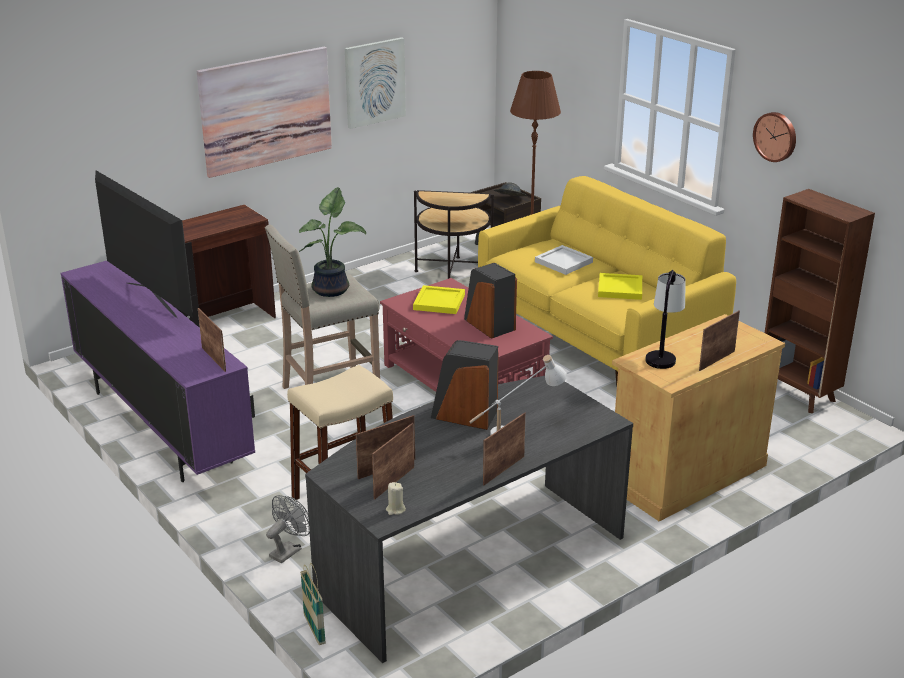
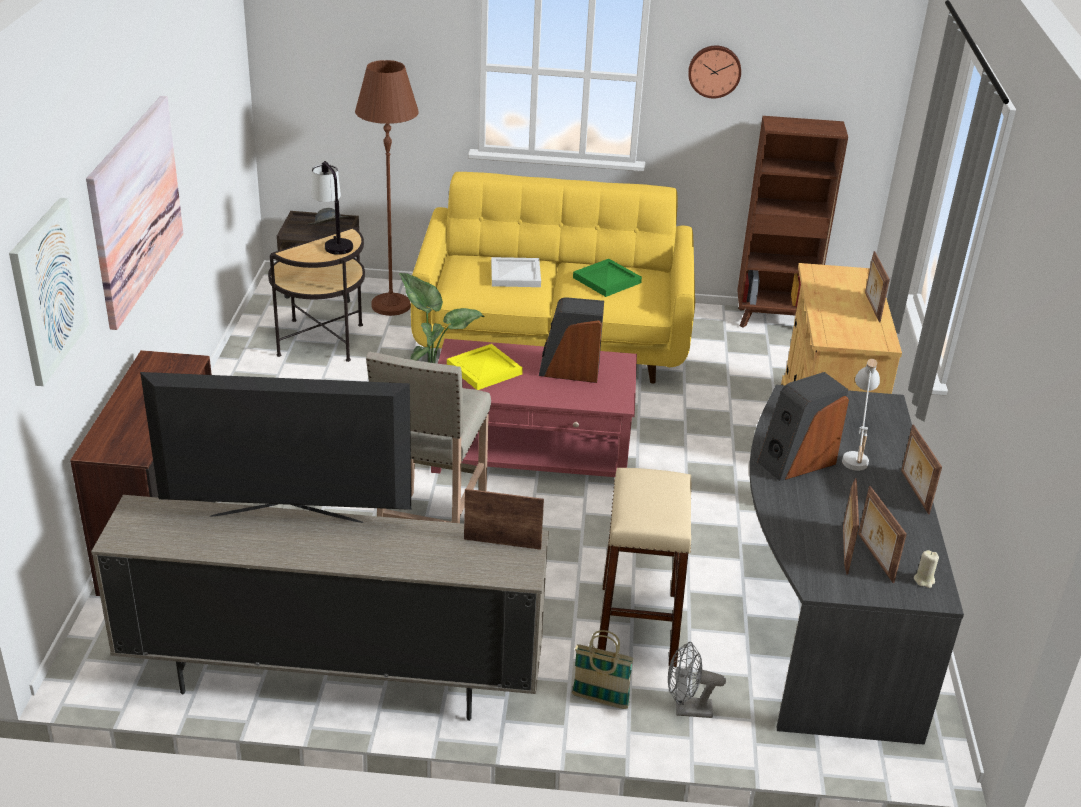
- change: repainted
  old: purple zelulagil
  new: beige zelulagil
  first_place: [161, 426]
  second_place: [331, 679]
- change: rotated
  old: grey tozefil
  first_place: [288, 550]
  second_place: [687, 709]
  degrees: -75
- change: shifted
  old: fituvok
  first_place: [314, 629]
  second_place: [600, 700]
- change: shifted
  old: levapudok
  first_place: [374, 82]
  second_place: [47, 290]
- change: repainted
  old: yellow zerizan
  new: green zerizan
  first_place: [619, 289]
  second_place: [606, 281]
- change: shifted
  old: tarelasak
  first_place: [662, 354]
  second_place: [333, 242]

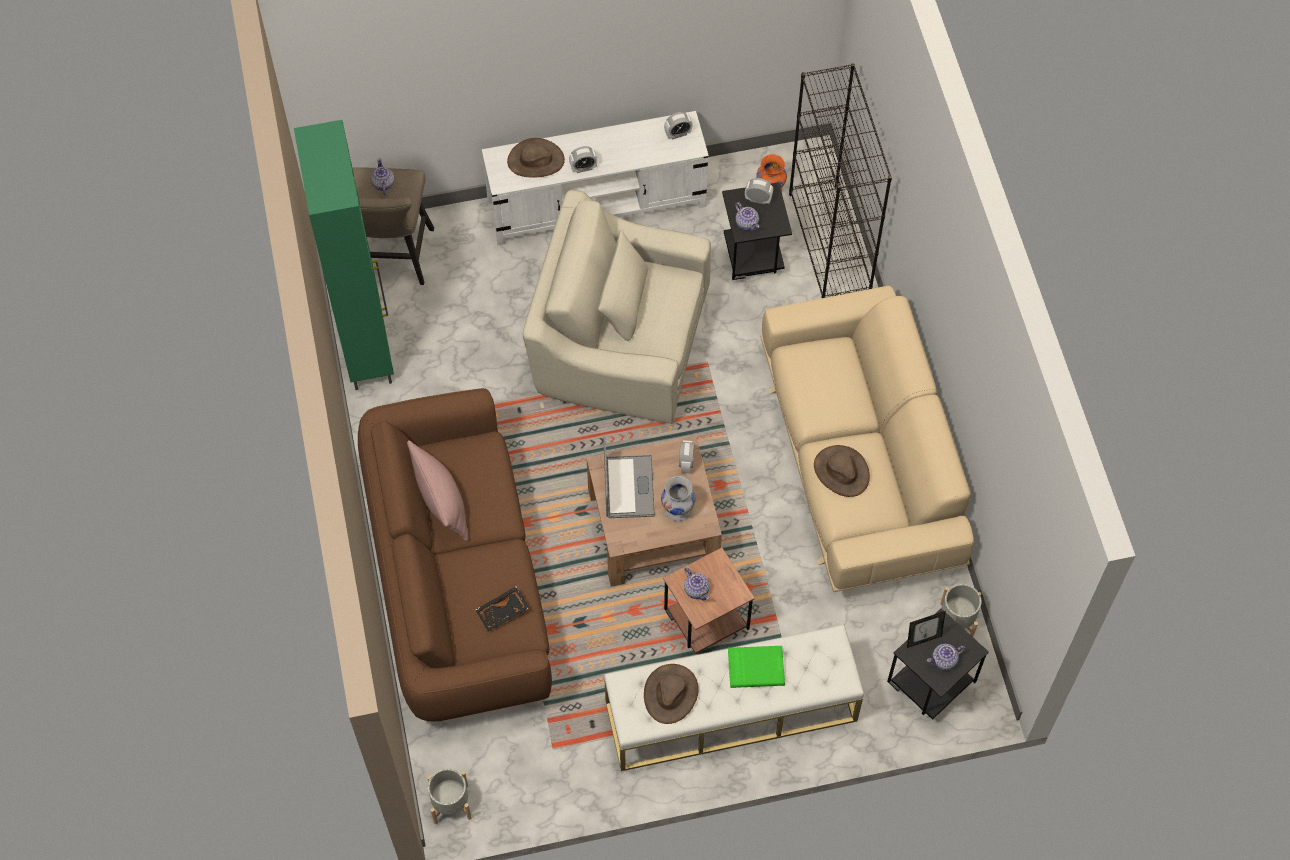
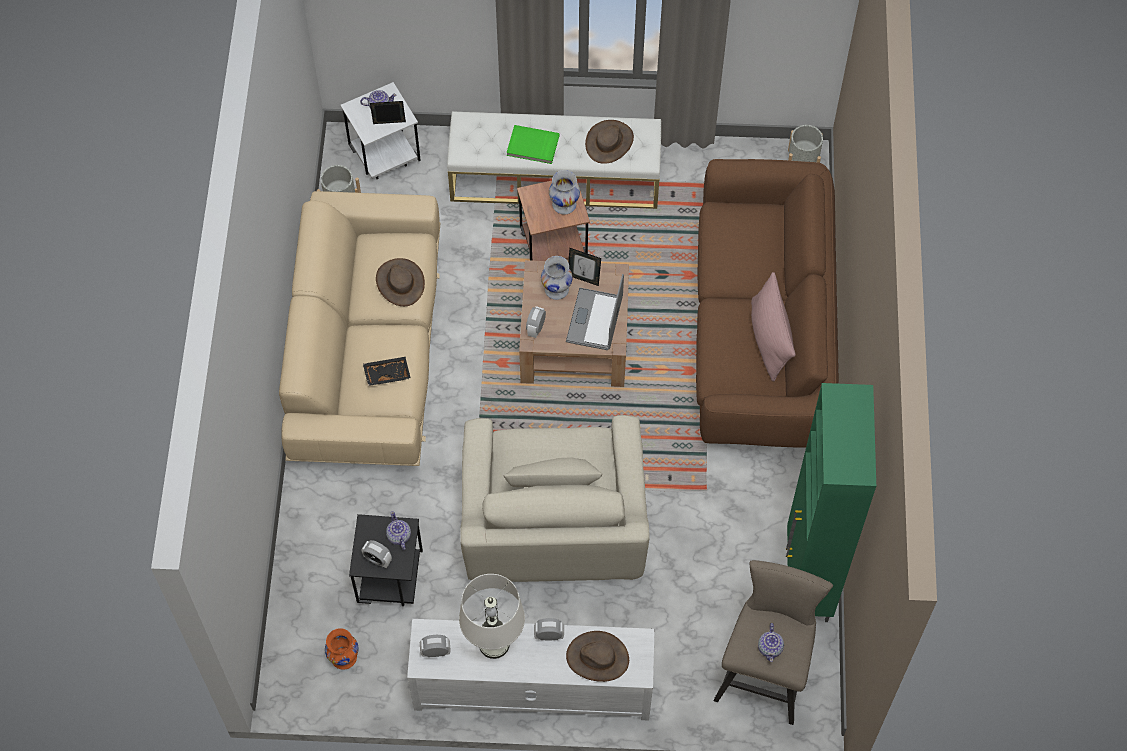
- change: shifted
  old: black zerizan
  first_place: [503, 612]
  second_place: [387, 373]
- change: rotated
  old: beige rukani
  first_place: [619, 341]
  second_place: [553, 525]
  degrees: 60
- change: swapped
  old: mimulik
  new: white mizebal
  first_place: [696, 589]
  second_place: [564, 205]
- change: gone
  old: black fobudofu
  first_place: [830, 243]
- change: repainted
  old: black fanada
  new: white fanada
  first_place: [929, 685]
  second_place: [385, 160]
- change: new
  new: white tarelasak
  second_place: [494, 644]
- change: new
  new: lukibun
  second_place: [583, 278]

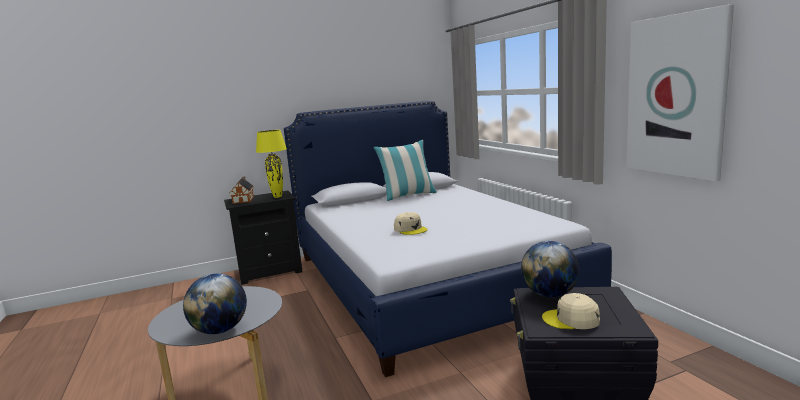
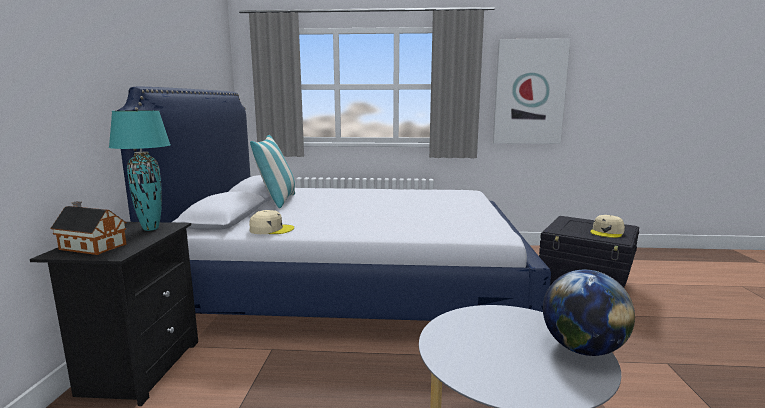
- change: repainted
  old: yellow tarelasak
  new: turquoise tarelasak
  first_place: [277, 197]
  second_place: [150, 228]
- change: shifted
  old: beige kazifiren
  first_place: [410, 229]
  second_place: [271, 229]
- change: gone
  old: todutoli
  first_place: [549, 294]

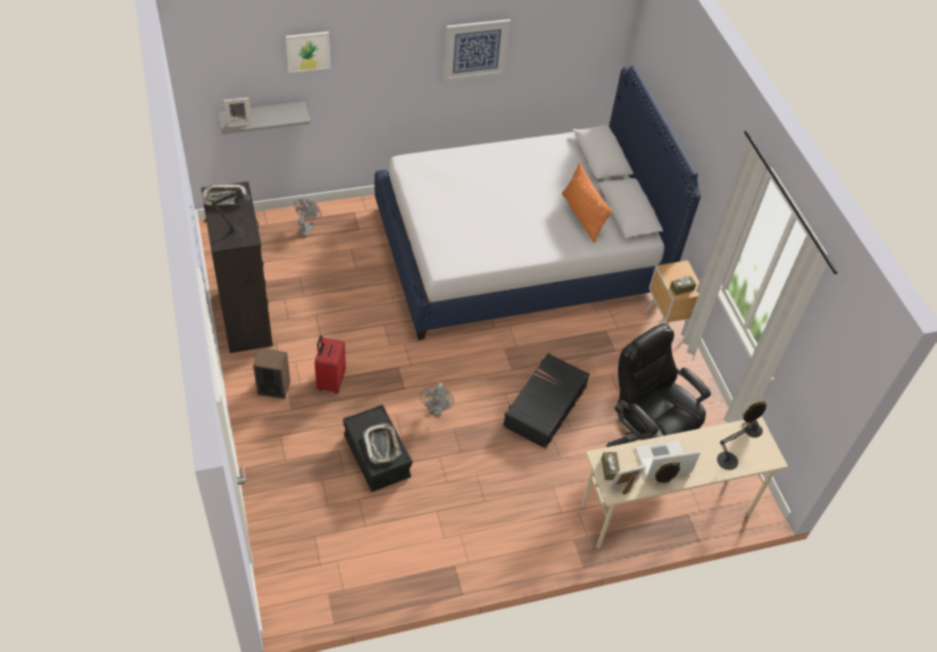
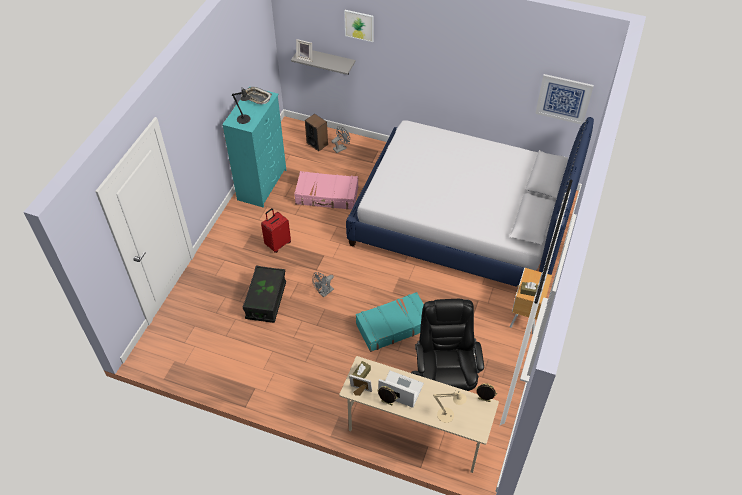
- change: repainted
  old: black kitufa
  new: turquoise kitufa
  first_place: [246, 317]
  second_place: [262, 184]
- change: shifted
  old: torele
  first_place: [273, 388]
  second_place: [317, 143]
- change: gone
  old: zerizan
  first_place: [382, 445]
- change: shifted
  old: levapudok
  first_place: [476, 49]
  second_place: [563, 99]
- change: repainted
  old: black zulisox
  new: turquoise zulisox
  first_place: [544, 406]
  second_place: [393, 326]
- change: gone
  old: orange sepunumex
  first_place: [582, 216]
- change: repainted
  old: black tarelasak
  new: beige tarelasak
  first_place: [730, 460]
  second_place: [448, 416]
- change: new
  new: pink zulisox
  second_place: [327, 196]

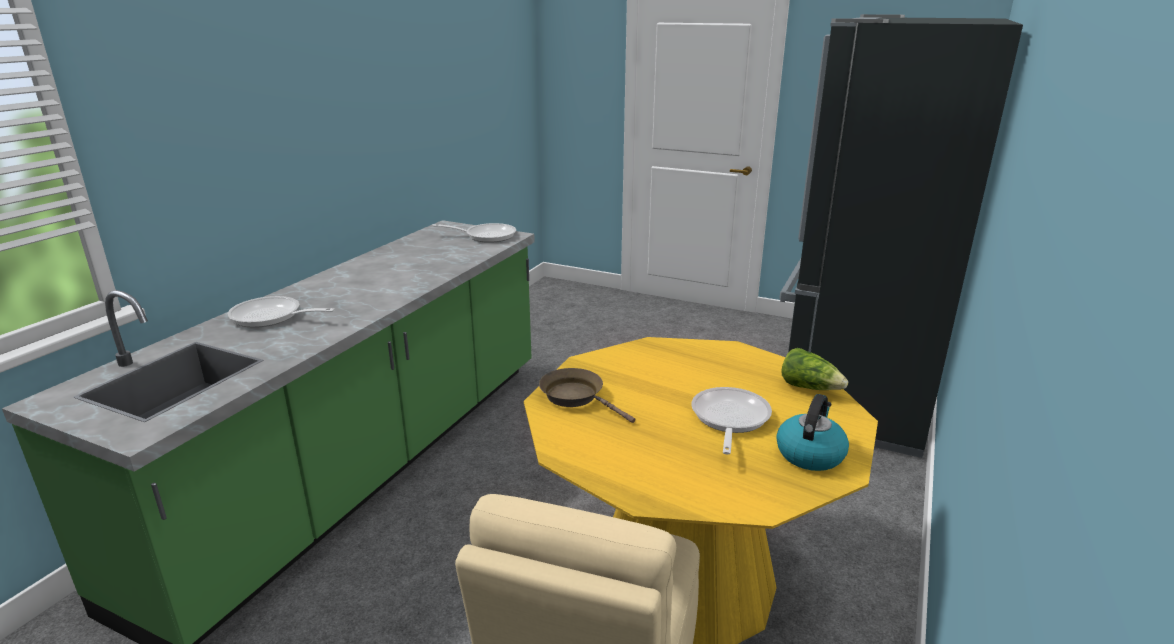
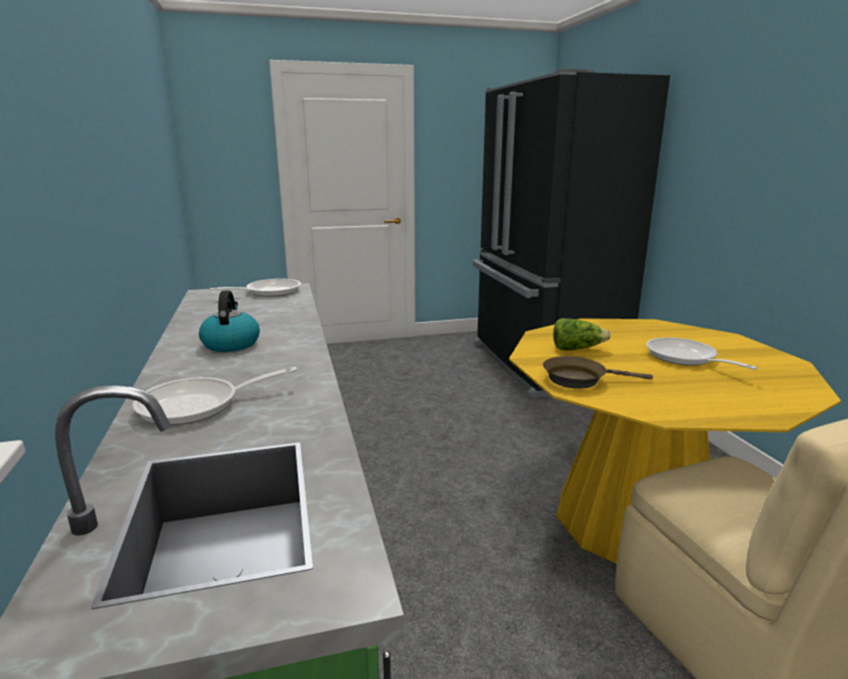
- change: shifted
  old: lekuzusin
  first_place: [810, 454]
  second_place: [231, 344]
- change: shifted
  old: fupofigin
  first_place: [810, 388]
  second_place: [577, 349]

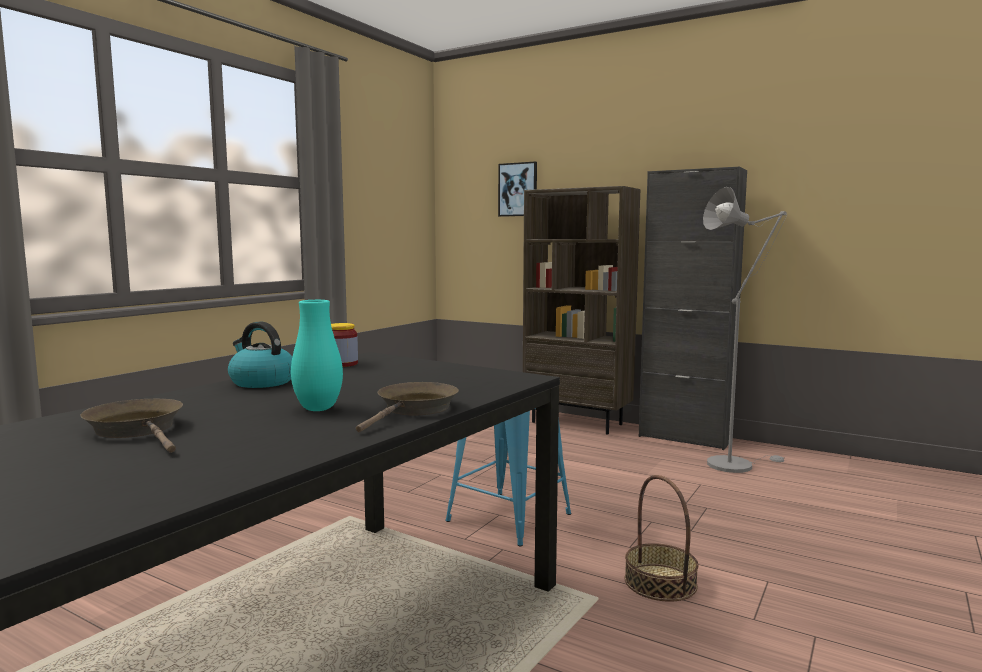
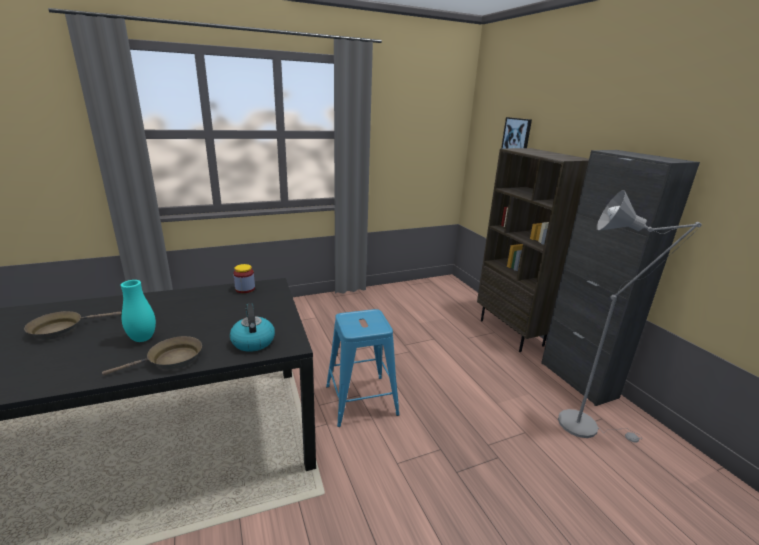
- change: rotated
  old: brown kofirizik
  first_place: [138, 430]
  second_place: [61, 329]
  degrees: -120
- change: shifted
  old: lekuzusin
  first_place: [261, 382]
  second_place: [253, 341]
- change: gone
  old: fituvok
  first_place: [660, 582]

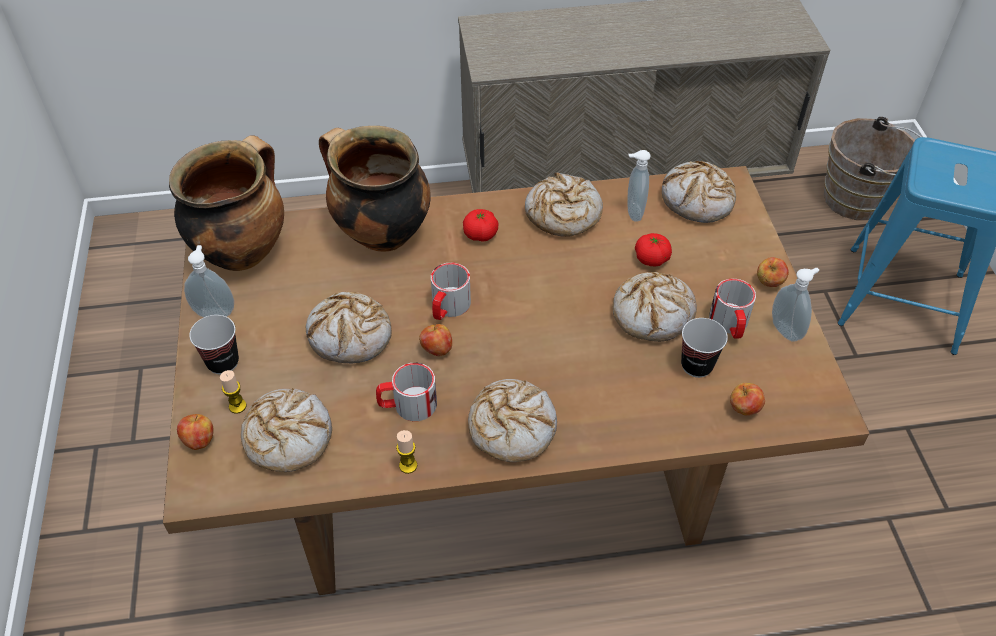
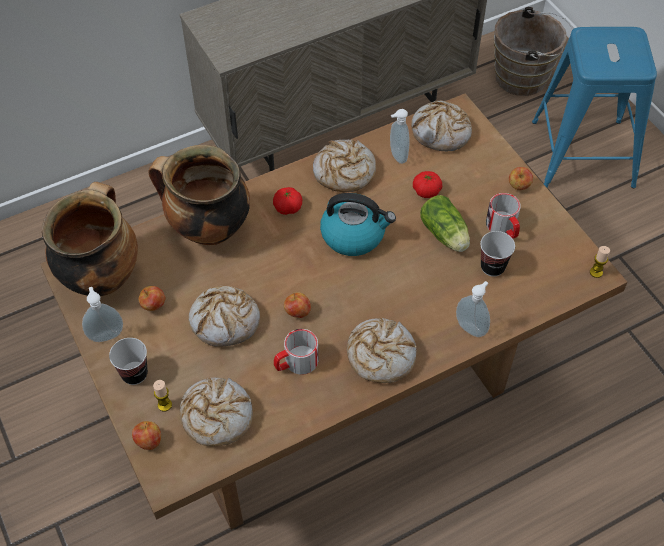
- change: shifted
  old: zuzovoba
  first_place: [408, 465]
  second_place: [596, 272]
- change: gone
  old: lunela
  first_place: [448, 307]
- change: swapped
  old: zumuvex
  new: fupofigin
  first_place: [653, 314]
  second_place: [445, 235]
- change: shifted
  old: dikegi
  first_place: [744, 409]
  second_place: [153, 305]
- change: shifted
  old: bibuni
  first_place: [787, 330]
  second_place: [471, 327]
- change: new
  new: lekuzusin
  second_place: [354, 235]

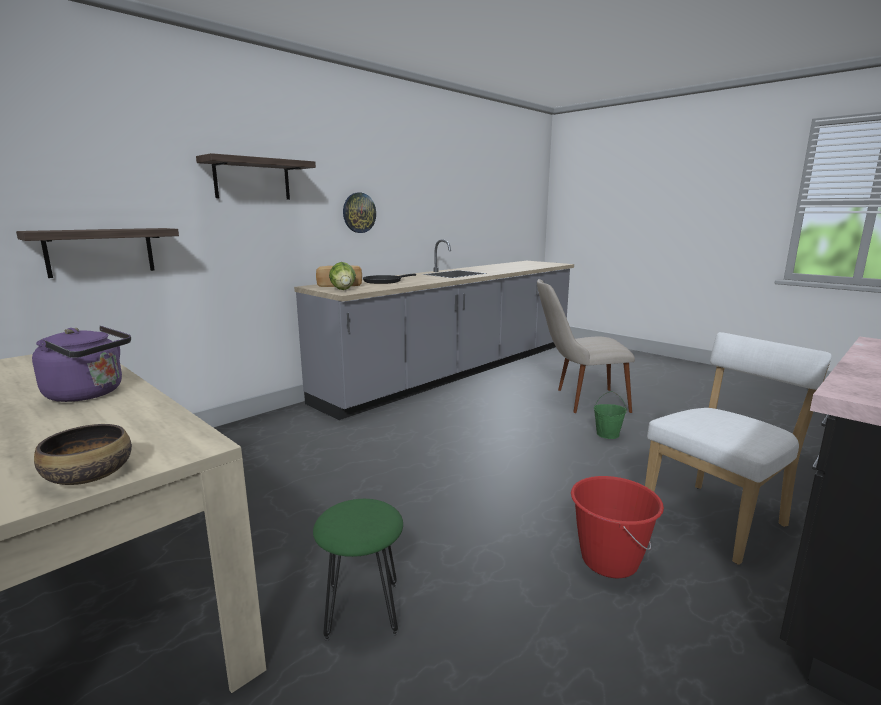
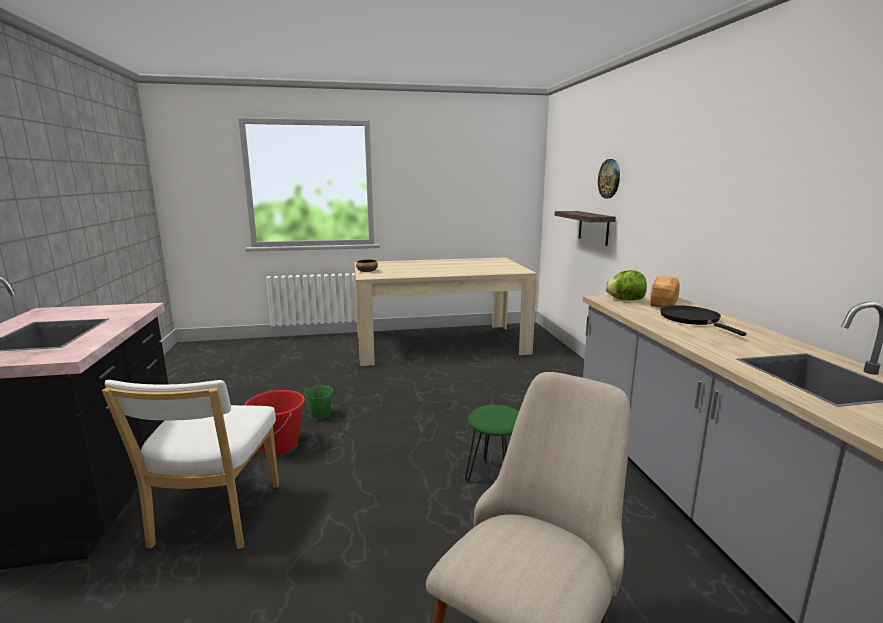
- change: gone
  old: purple lekuzusin
  first_place: [89, 394]
- change: gone
  old: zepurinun
  first_place: [252, 179]
- change: shifted
  old: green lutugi
  first_place: [361, 610]
  second_place: [495, 476]
- change: shifted
  old: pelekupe
  first_place: [359, 212]
  second_place: [609, 178]
- change: shifted
  old: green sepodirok
  first_place: [607, 434]
  second_place: [320, 415]

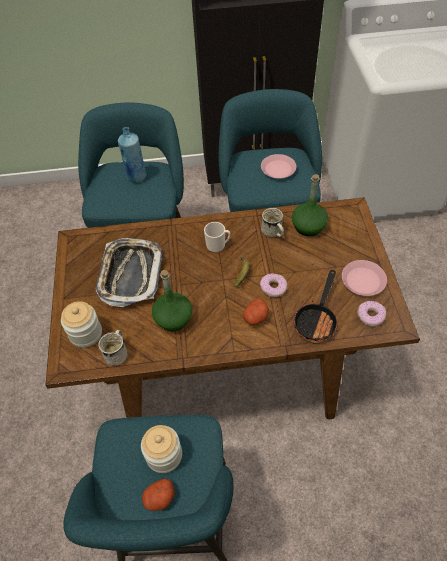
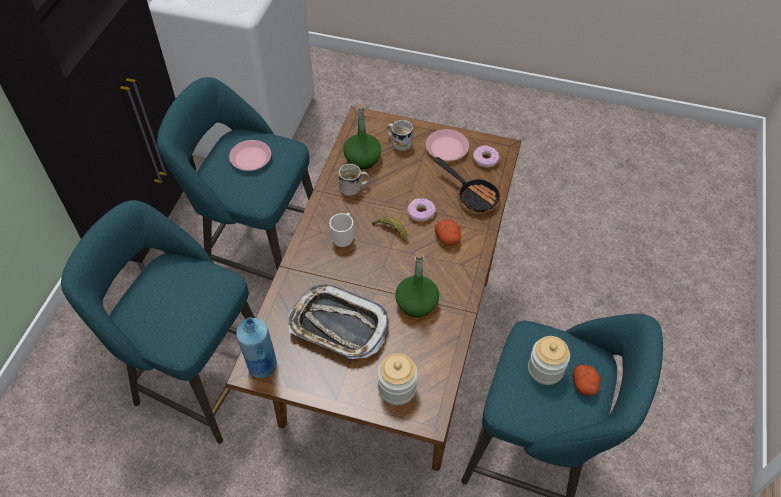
- change: shifted
  old: white lunela
  first_place: [118, 352]
  second_place: [399, 142]
- change: shifted
  old: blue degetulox
  first_place: [136, 176]
  second_place: [262, 366]

